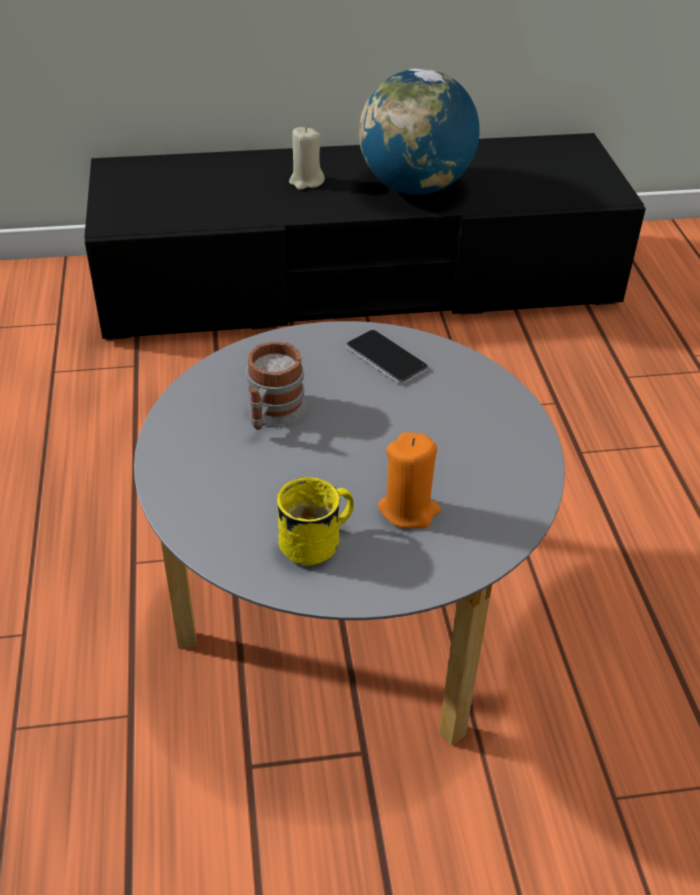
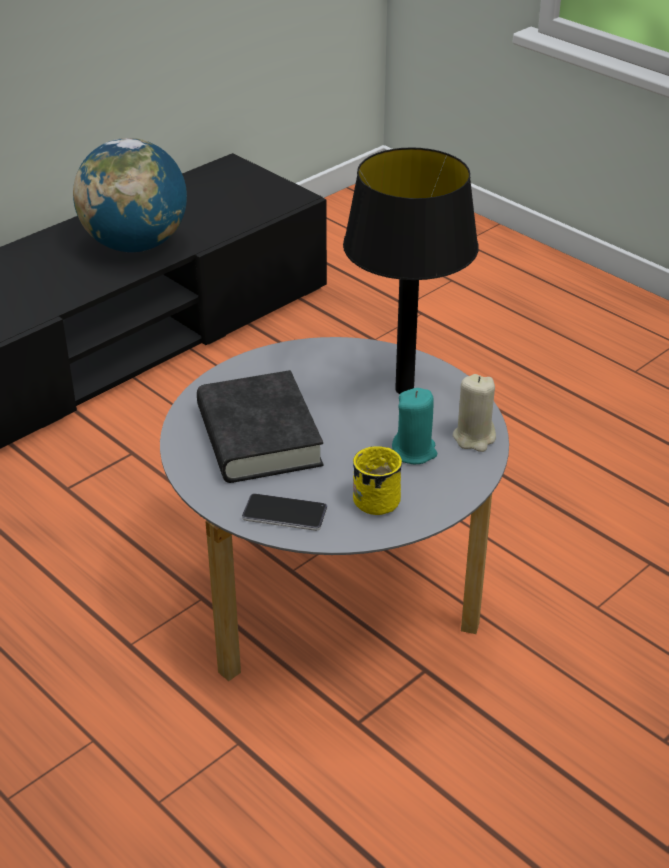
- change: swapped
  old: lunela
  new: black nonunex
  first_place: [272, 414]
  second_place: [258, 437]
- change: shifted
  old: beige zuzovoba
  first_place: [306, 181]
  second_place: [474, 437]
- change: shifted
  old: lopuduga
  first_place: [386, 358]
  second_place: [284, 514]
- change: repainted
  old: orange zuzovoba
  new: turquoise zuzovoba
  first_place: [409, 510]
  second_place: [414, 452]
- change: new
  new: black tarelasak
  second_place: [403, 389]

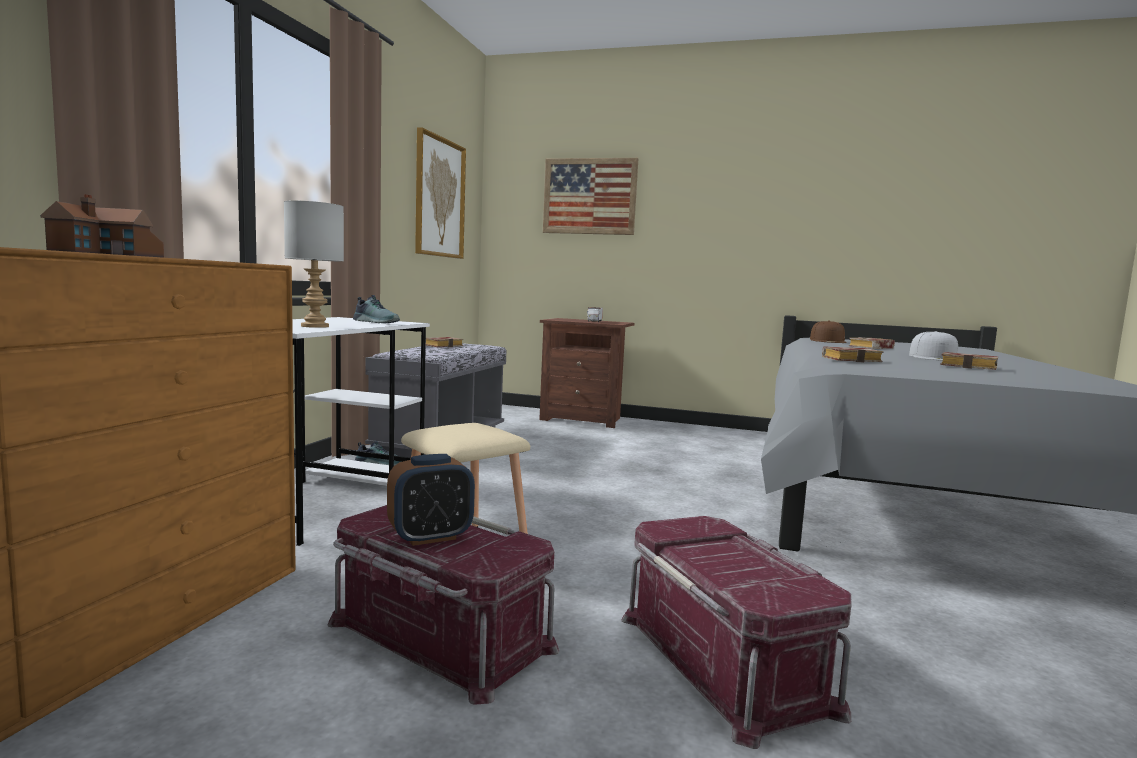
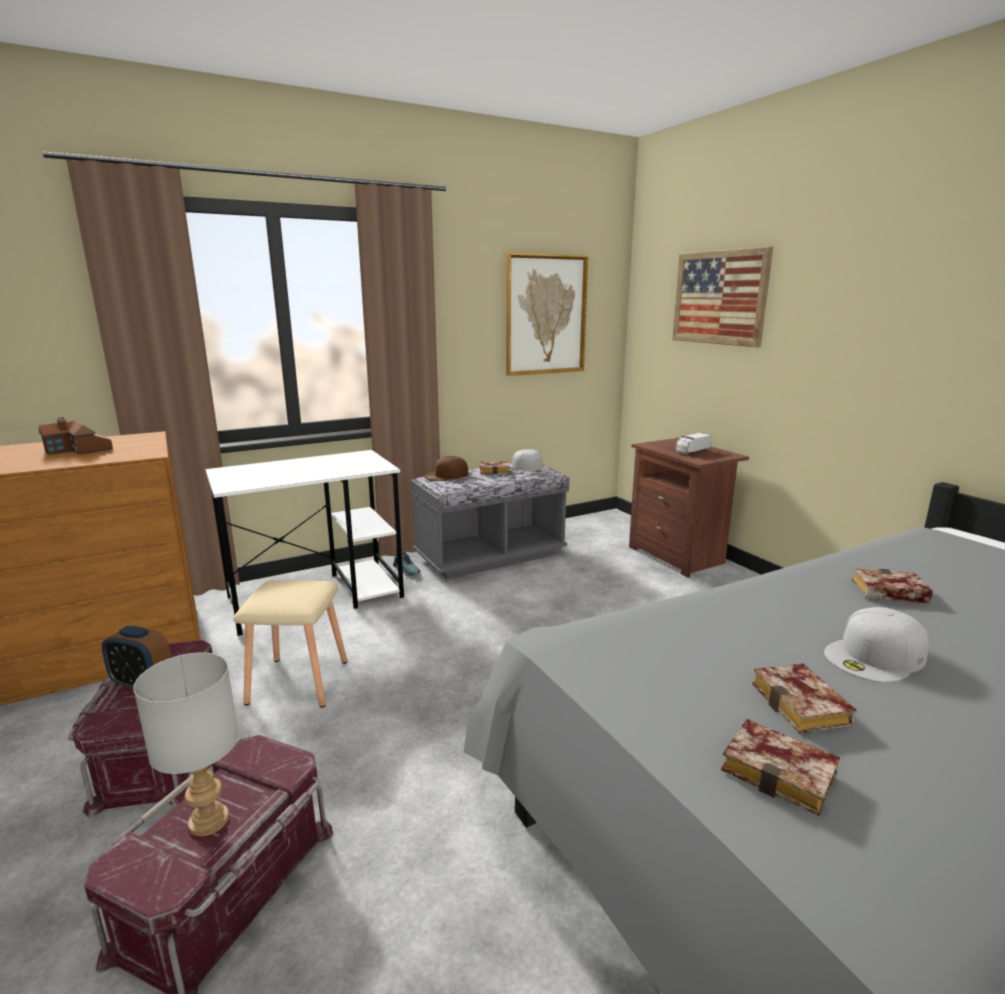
- change: shifted
  old: grey tarelasak
  first_place: [314, 326]
  second_place: [207, 821]
- change: gone
  old: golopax
  first_place: [377, 322]
- change: shifted
  old: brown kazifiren
  first_place: [828, 341]
  second_place: [446, 475]
- change: shifted
  old: nonunex
  first_place: [852, 360]
  second_place: [783, 773]
- change: new
  new: white kazifiren
  second_place: [530, 468]

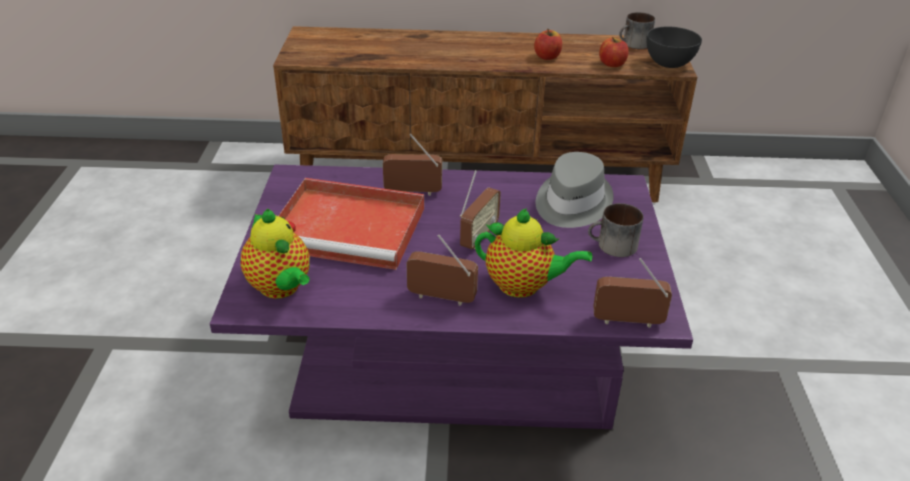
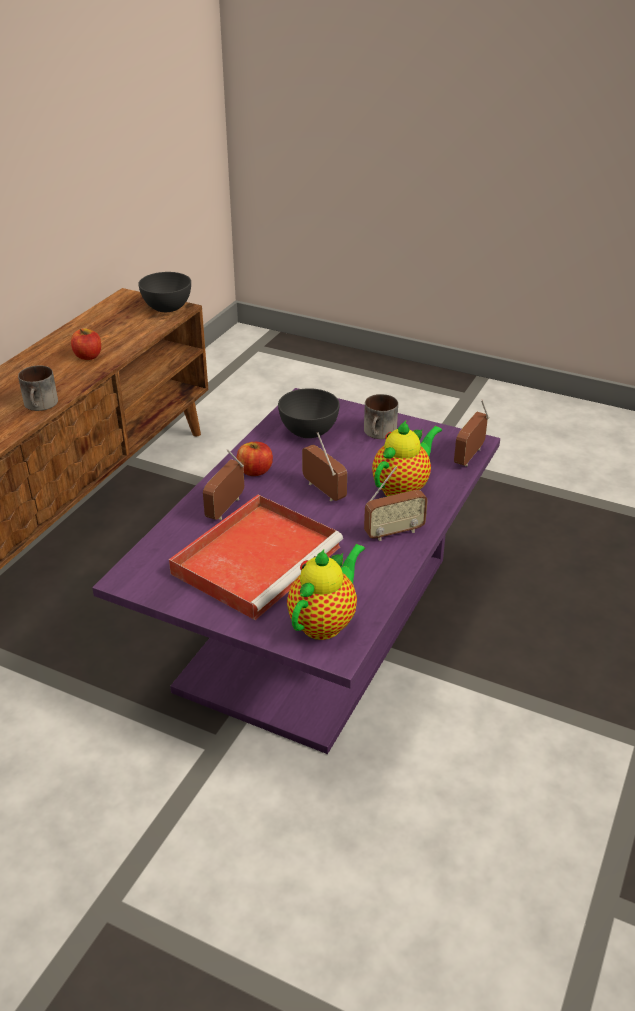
- change: rotated
  old: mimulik
  first_place: [281, 288]
  second_place: [325, 622]
  degrees: -45
- change: rotated
  old: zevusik
  first_place: [441, 298]
  second_place: [394, 532]
  degrees: -150
- change: swapped
  old: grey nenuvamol
  new: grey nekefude
  first_place: [571, 203]
  second_place: [308, 432]
- change: shifted
  old: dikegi
  first_place: [612, 64]
  second_place: [255, 471]
- change: shifted
  old: lunela
  first_place: [634, 44]
  second_place: [41, 405]

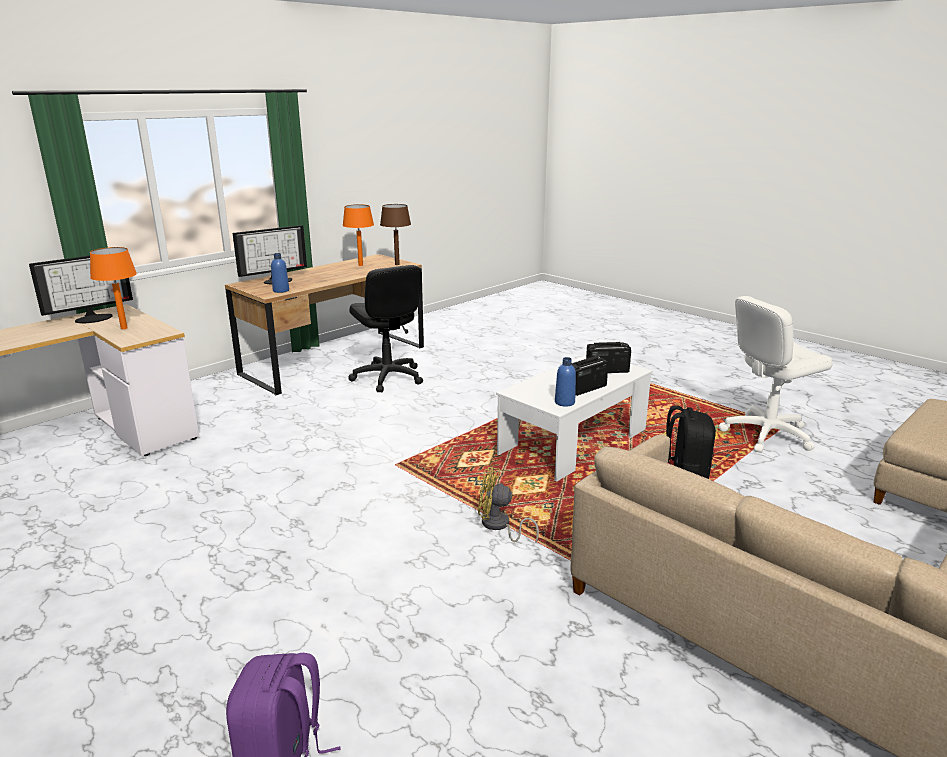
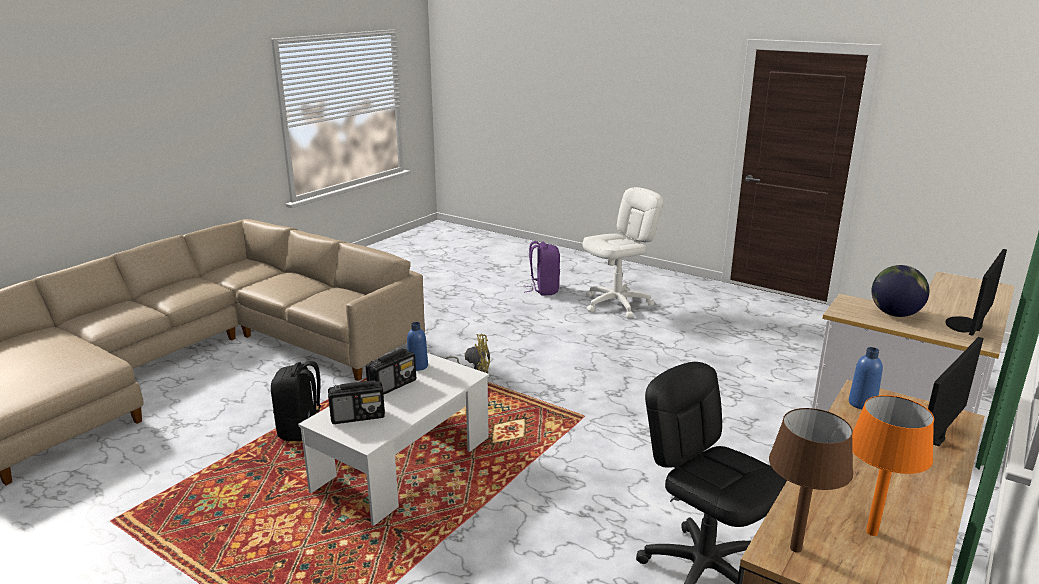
- change: swapped
  old: orange tarelasak
  new: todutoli
  first_place: [123, 328]
  second_place: [895, 314]
- change: shifted
  old: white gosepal
  first_place: [766, 434]
  second_place: [617, 304]

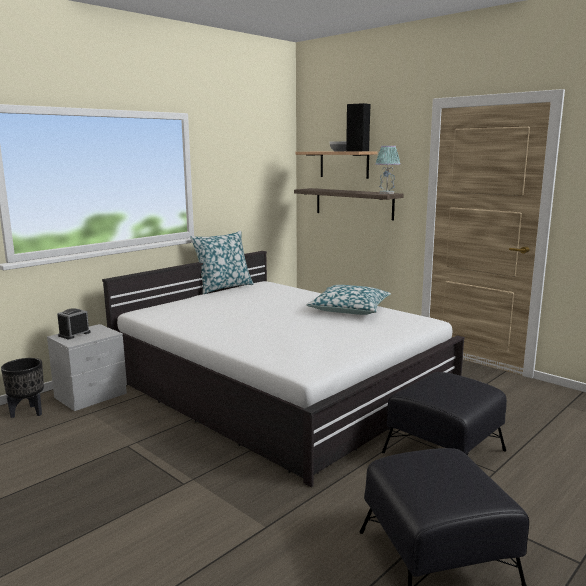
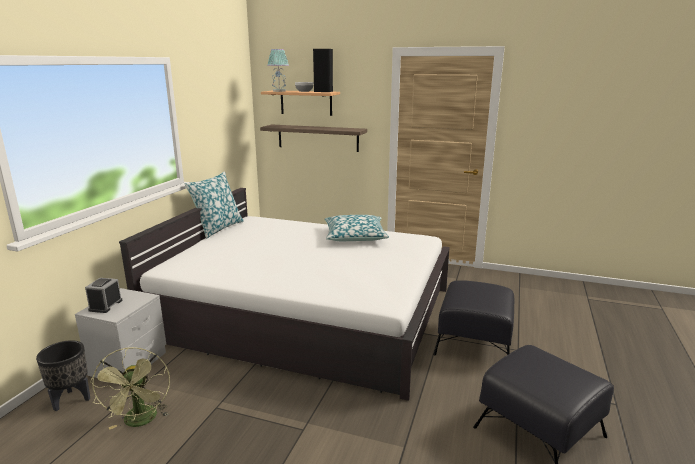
- change: shifted
  old: tarelasak
  first_place: [387, 193]
  second_place: [279, 91]
- change: new
  new: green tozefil
  second_place: [141, 421]

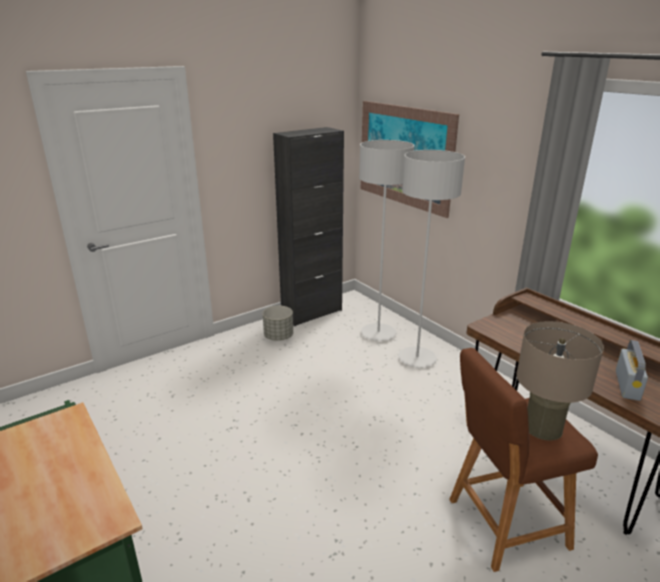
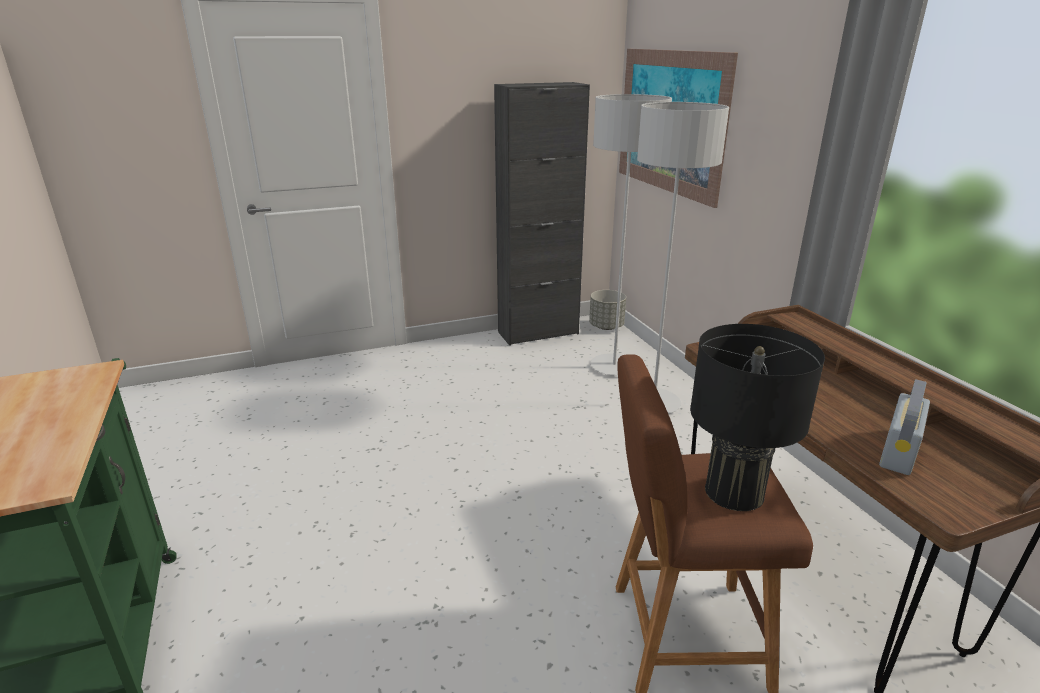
- change: shifted
  old: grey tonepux
  first_place: [278, 336]
  second_place: [606, 326]
- change: repainted
  old: beige tarelasak
  new: black tarelasak
  first_place: [543, 427]
  second_place: [734, 492]

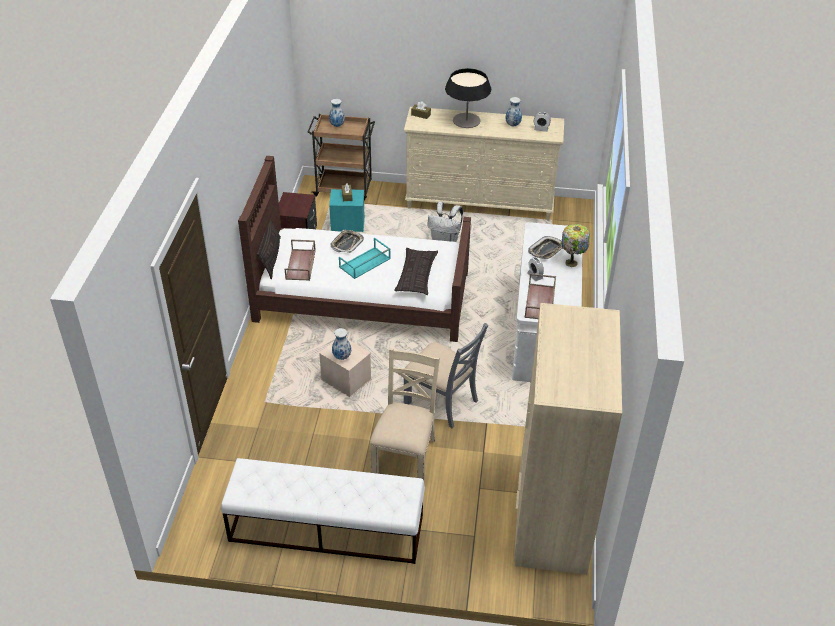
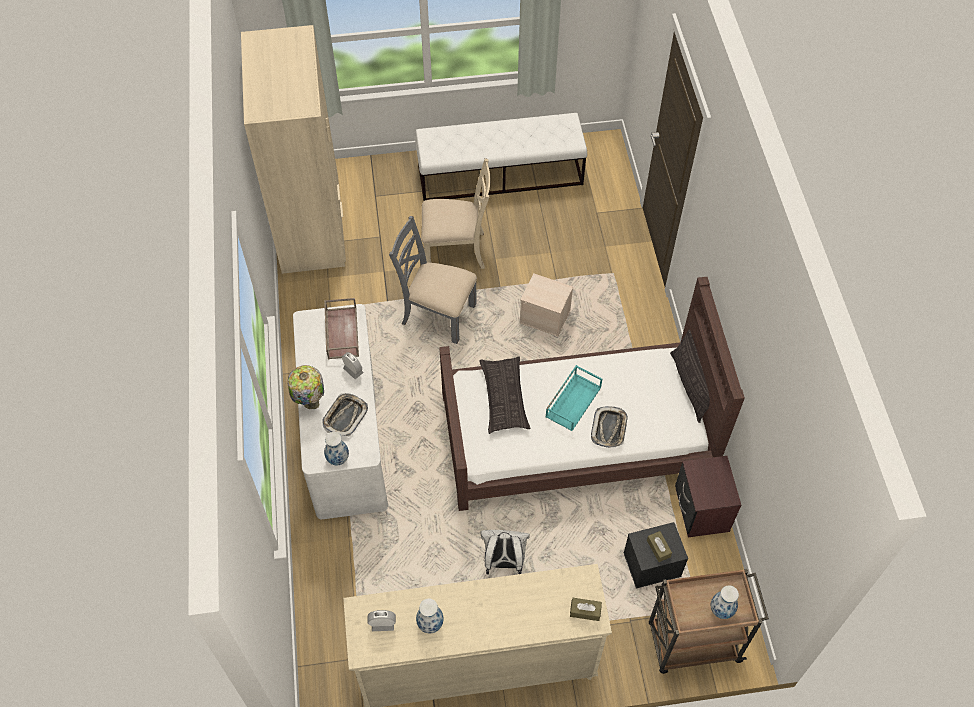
- change: gone
  old: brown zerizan
  first_place: [301, 265]
- change: repainted
  old: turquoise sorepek
  new: black sorepek
  first_place: [347, 224]
  second_place: [652, 563]
- change: shifted
  old: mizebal
  first_place: [342, 357]
  second_place: [337, 459]
- change: rotated
  old: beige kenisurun
  first_place: [405, 456]
  second_place: [456, 250]
  degrees: -90
- change: gone
  old: tarelasak
  first_place: [466, 120]

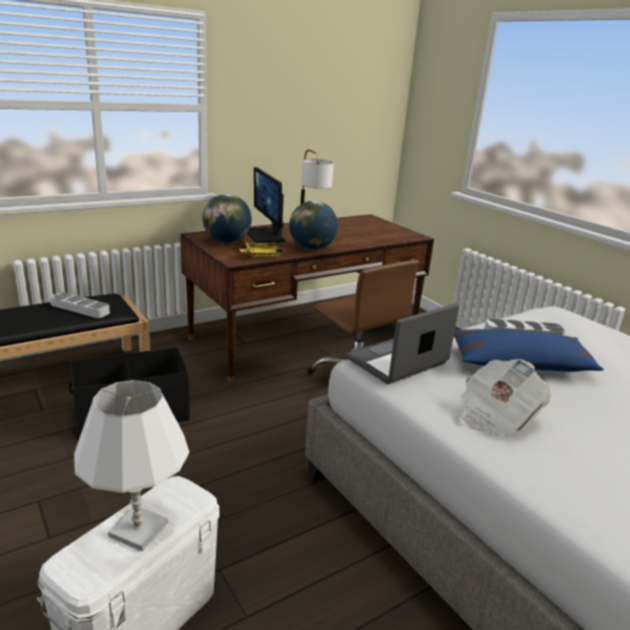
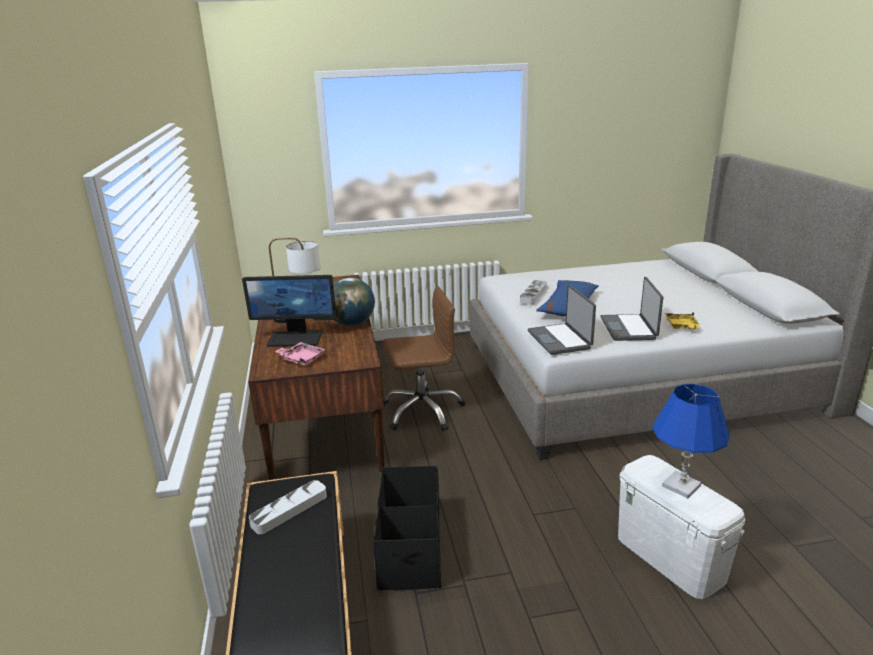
- change: repainted
  old: white tarelasak
  new: blue tarelasak
  first_place: [138, 530]
  second_place: [681, 486]
- change: swapped
  old: todutoli
  new: pink zerizan
  first_place: [227, 241]
  second_place: [301, 359]
- change: shifted
  old: yellow zerizan
  first_place: [261, 255]
  second_place: [681, 326]
- change: swapped
  old: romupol
  new: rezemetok
  first_place: [495, 416]
  second_place: [629, 328]

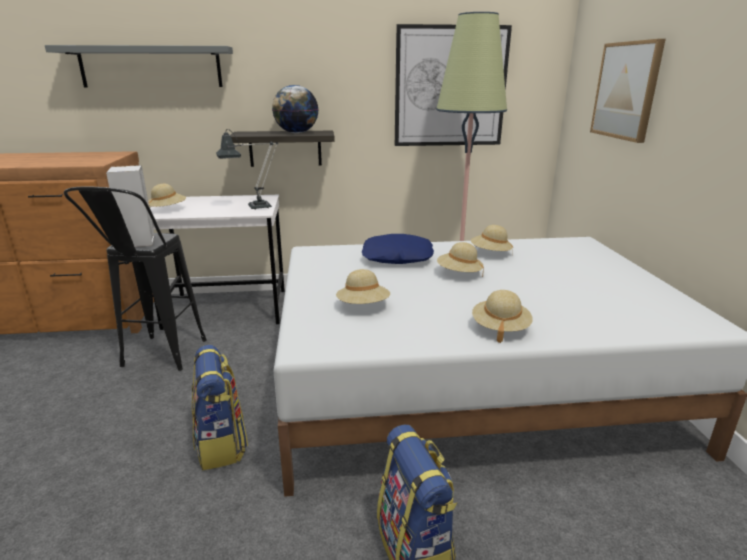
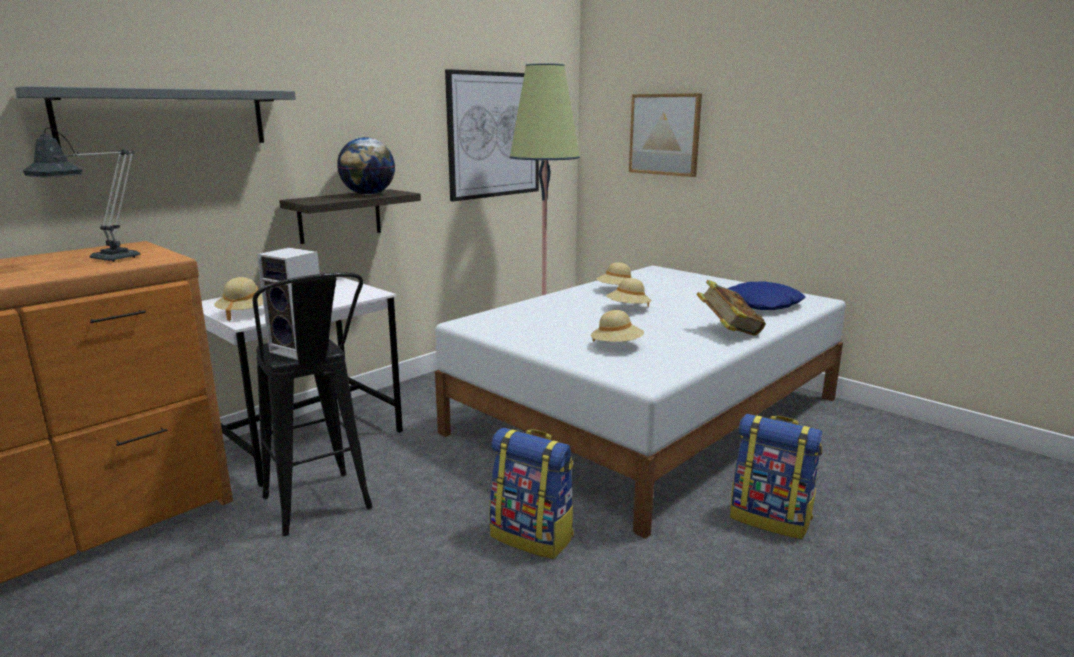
- change: shifted
  old: tarelasak
  first_place: [253, 207]
  second_place: [105, 260]
- change: shifted
  old: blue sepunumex
  first_place: [397, 257]
  second_place: [762, 305]
- change: swapped
  old: beige nenuvamol
  new: nonunex
  first_place: [500, 328]
  second_place: [728, 332]

